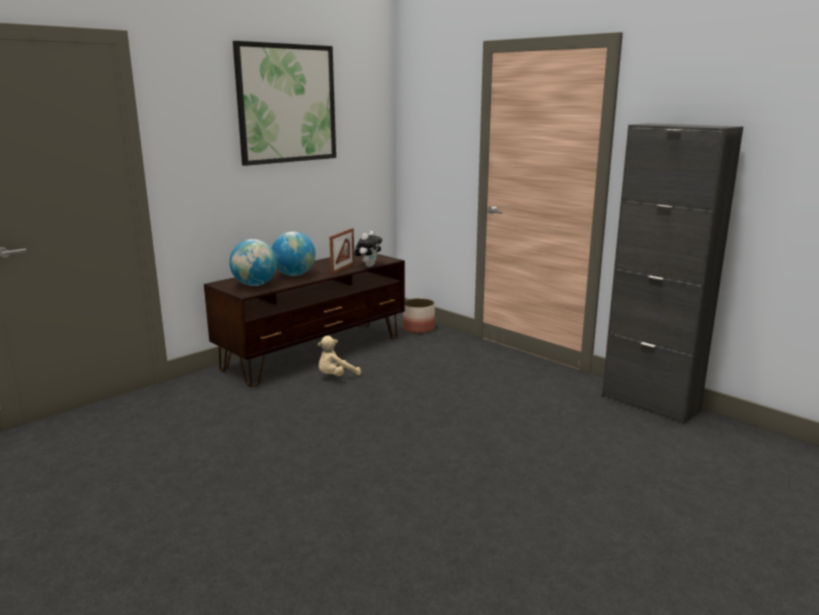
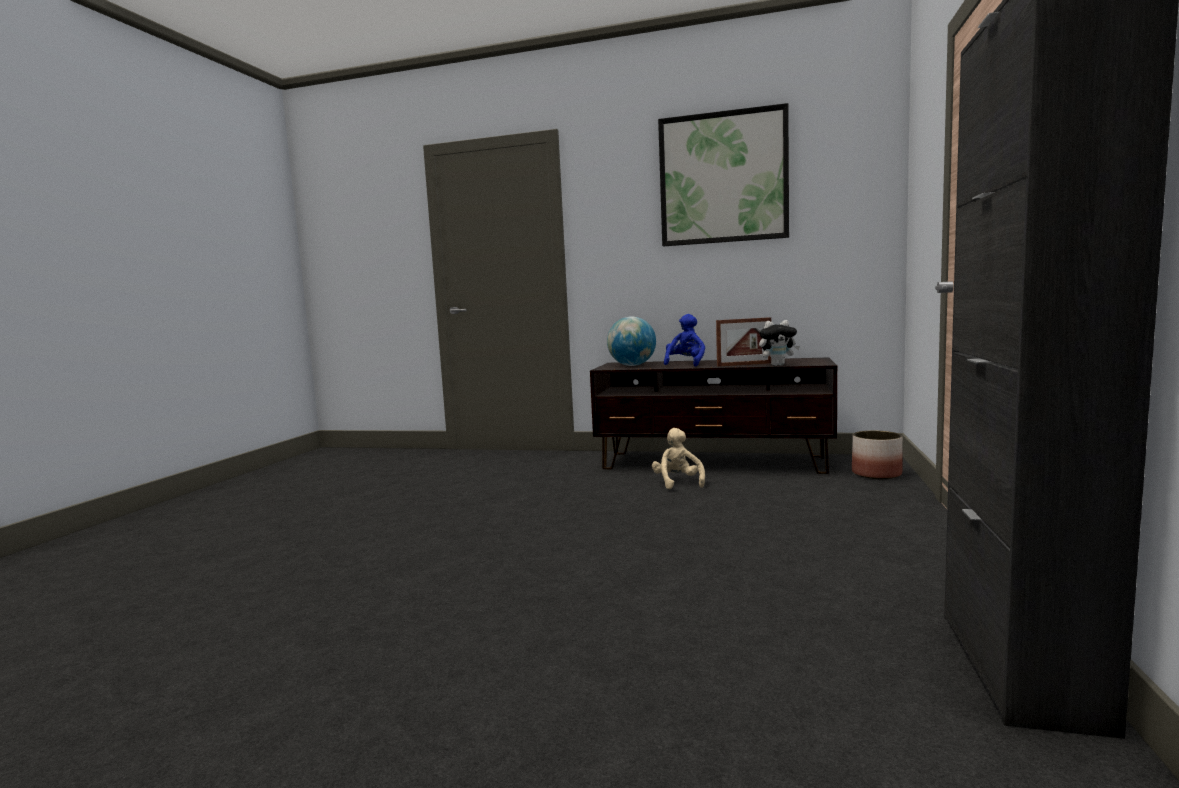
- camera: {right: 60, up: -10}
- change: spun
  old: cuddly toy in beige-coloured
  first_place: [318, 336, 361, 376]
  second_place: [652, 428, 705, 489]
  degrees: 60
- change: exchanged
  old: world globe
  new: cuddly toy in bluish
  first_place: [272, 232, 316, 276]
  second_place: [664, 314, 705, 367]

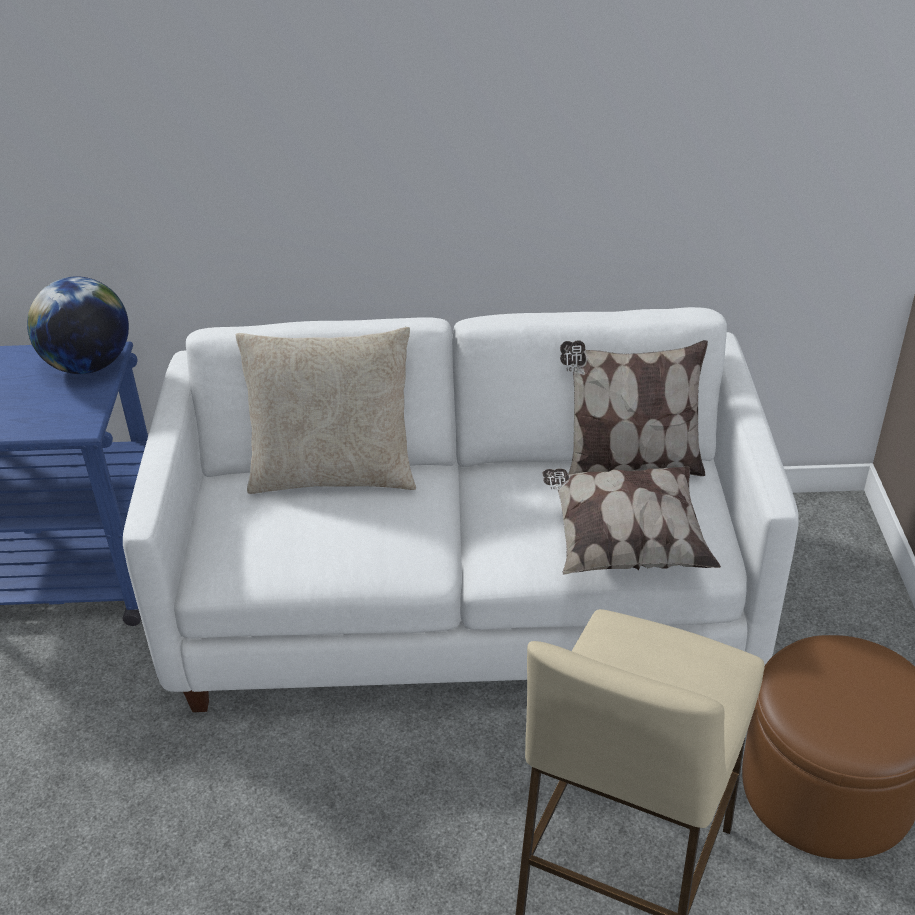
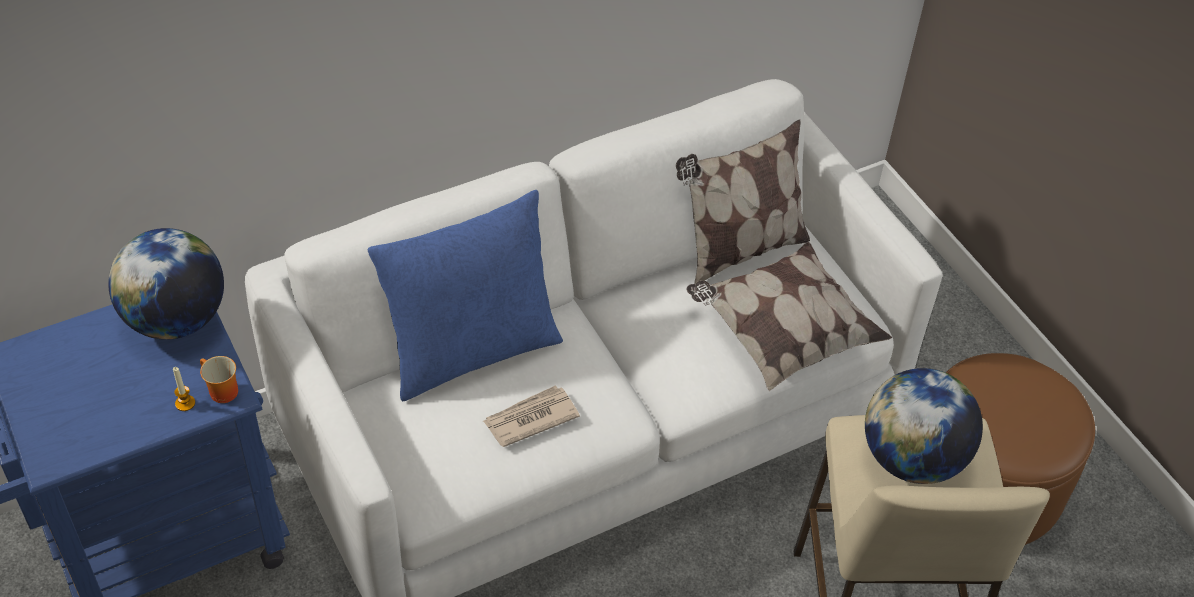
- camera: {right: -30, up: 10}
- change: appeared
  new: wax light
  second_place: [173, 367, 195, 411]
- change: appeared
  new: mug
  second_place: [200, 356, 238, 403]
- change: colour
  old: pillow in beige-coloured
  new: pillow in bluish
  first_place: [236, 327, 416, 494]
  second_place: [368, 190, 563, 401]
- change: appeared
  new: daily paper
  second_place: [483, 385, 580, 447]
- change: appeared
  new: world globe
  second_place: [865, 368, 983, 484]

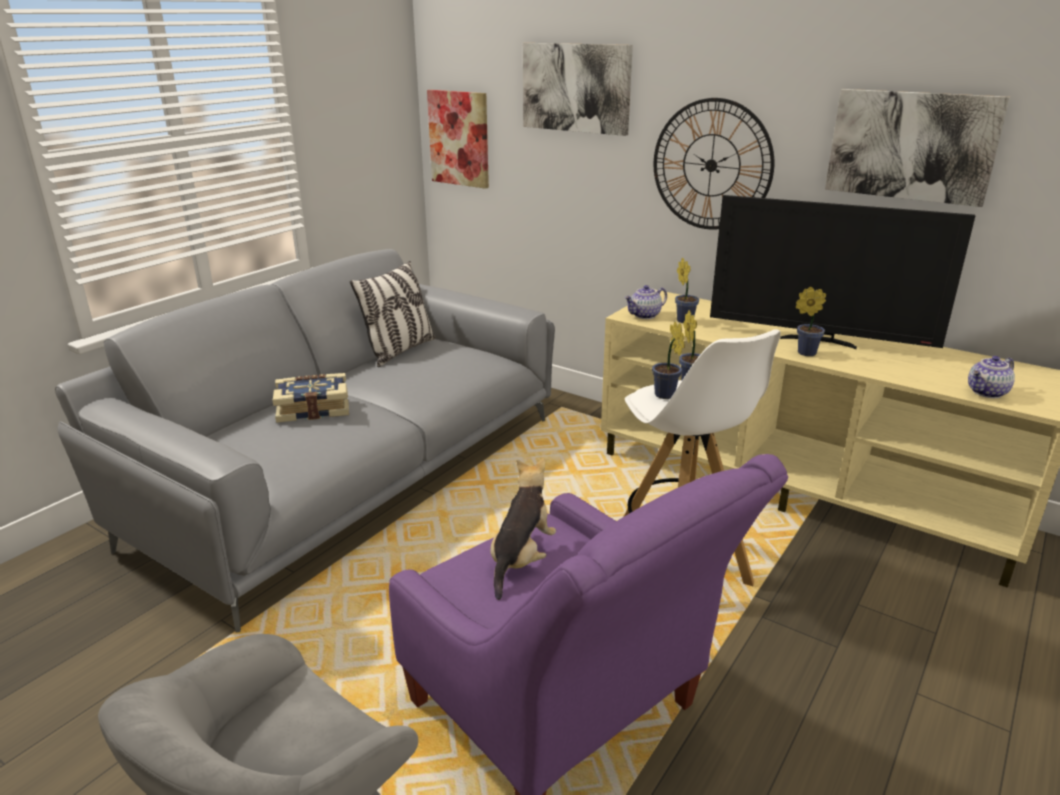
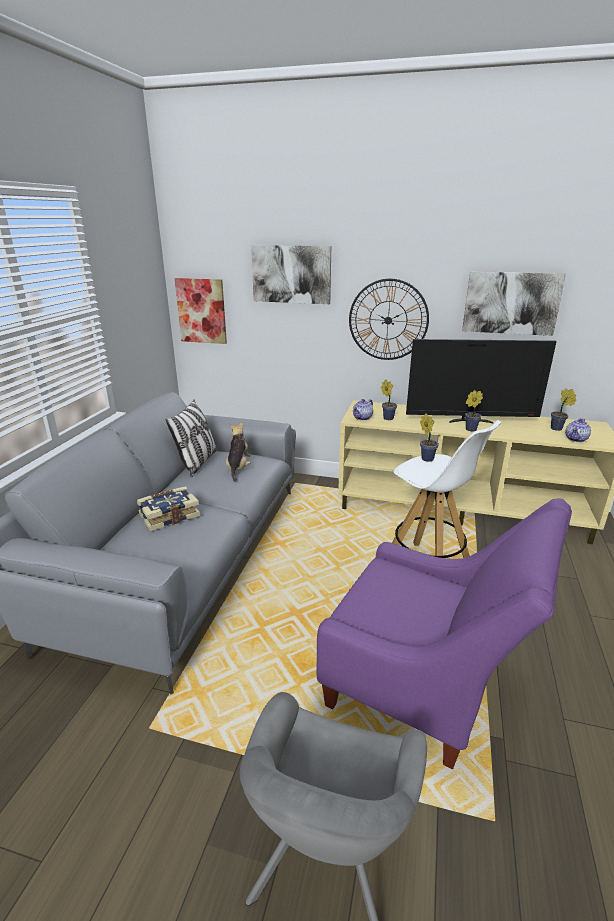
- camera: {right: -20, up: 0}
- change: relocated
  old: cuddly toy
  first_place: [490, 458, 556, 600]
  second_place: [226, 422, 251, 482]
- change: relocated
  old: plant in a pot
  first_place: [652, 322, 685, 399]
  second_place: [551, 389, 577, 431]

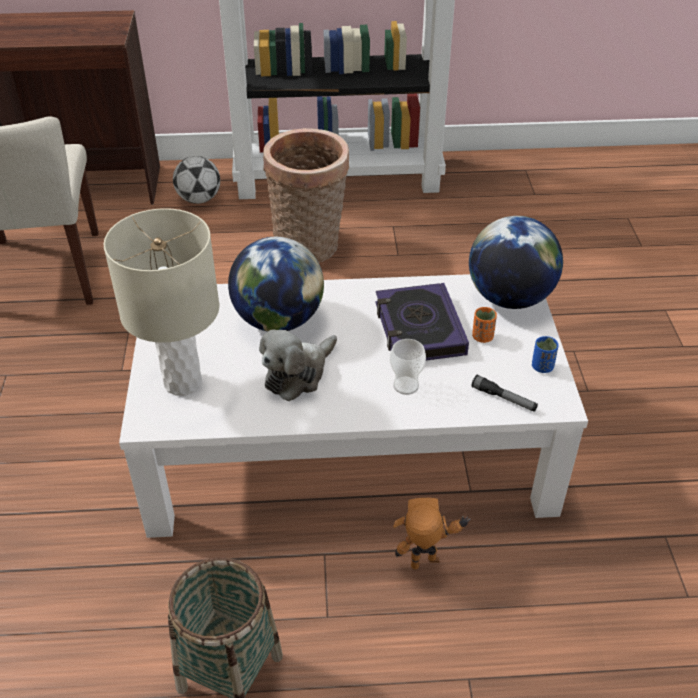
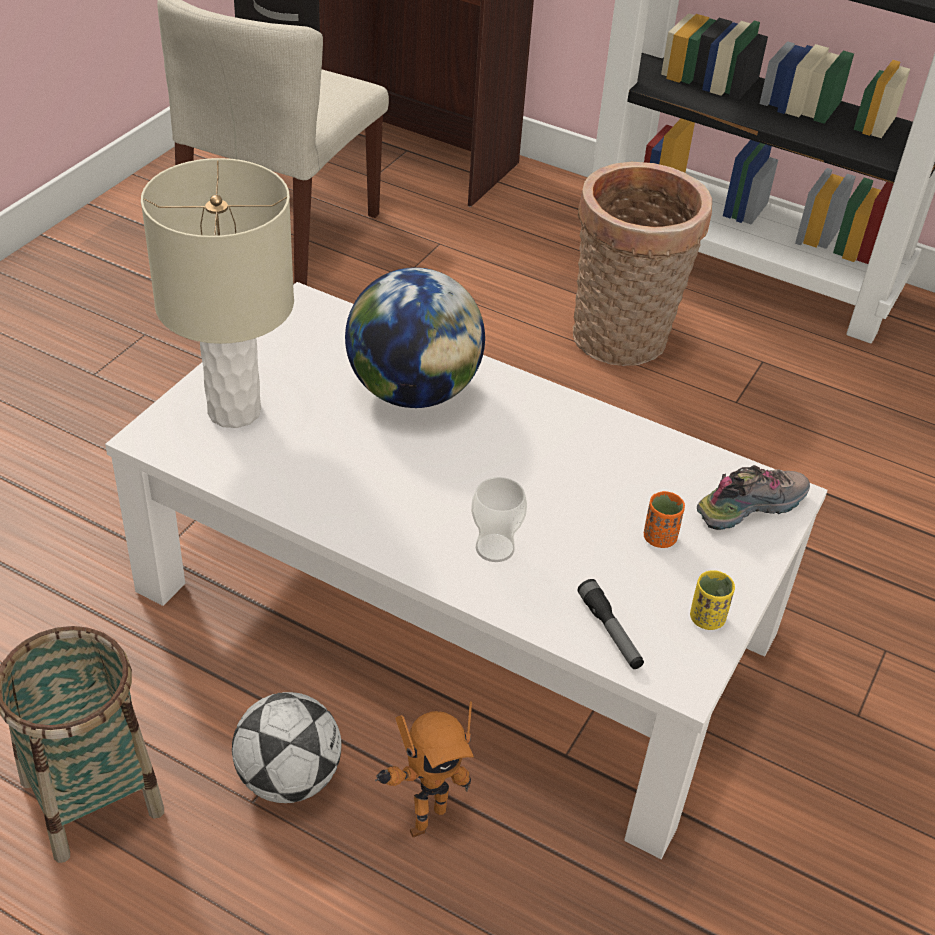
- camera: {right: 30, up: 0}
- change: relocated
  old: football
  first_place: [173, 156, 220, 204]
  second_place: [232, 692, 341, 803]
- change: spun
  old: model robot
  first_place: [393, 498, 470, 569]
  second_place: [375, 701, 474, 837]
  degrees: 120
- change: colour
  old: cup in bluish
  new: cup in yellowish
  first_place: [532, 336, 559, 373]
  second_place: [690, 570, 735, 630]
- change: exchanged
  old: world globe
  new: low shoe
  first_place: [469, 216, 563, 309]
  second_place: [697, 465, 810, 530]
- change: missing
  old: cuddly toy
  first_place: [259, 330, 337, 401]
- change: missing
  old: book
  first_place: [375, 283, 469, 361]

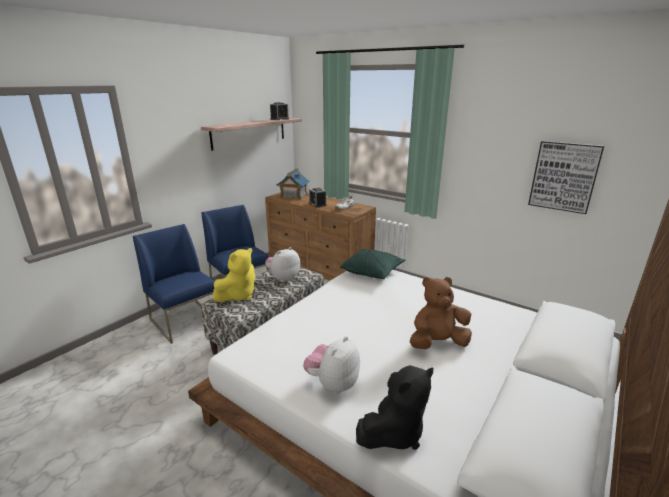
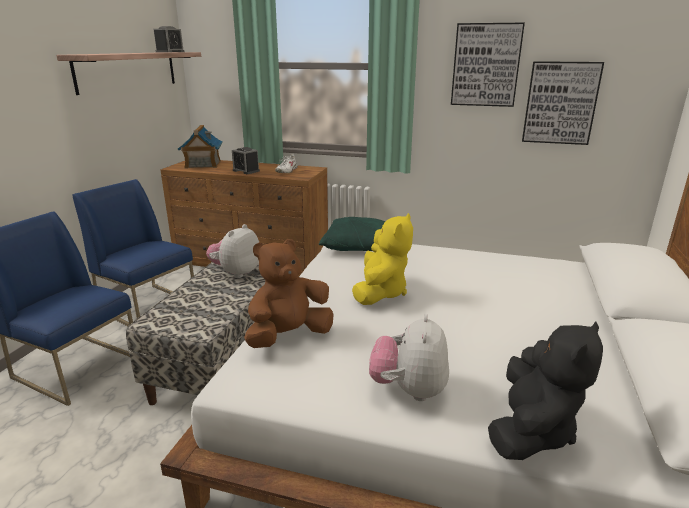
- camera: {right: -20, up: 0}
- change: relocated
  old: cuddly toy in brown-coloured
  first_place: [410, 277, 472, 349]
  second_place: [244, 239, 333, 348]
- change: relocated
  old: cuddly toy in yellowish
  first_place: [213, 248, 255, 302]
  second_place: [352, 213, 413, 305]
- change: appeared
  new: wall art
  second_place: [451, 23, 525, 107]

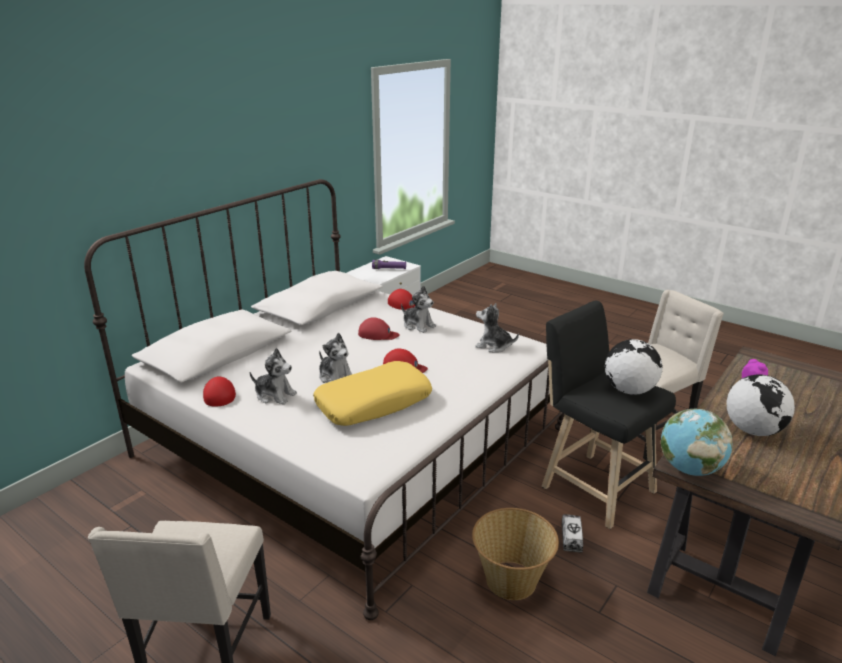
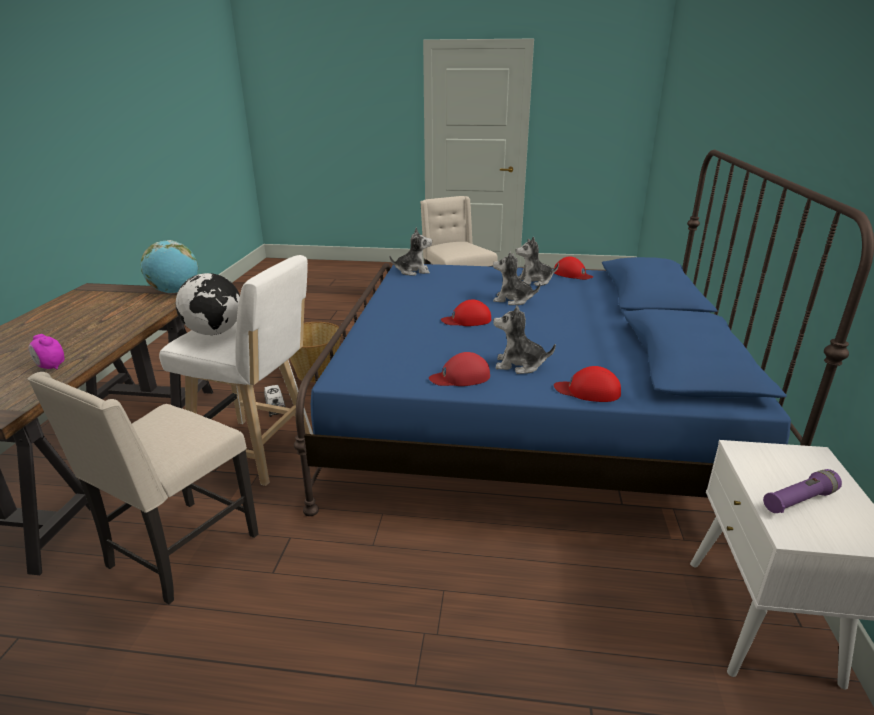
- camera: {right: 150, up: 0}
- change: colour
  old: stool in blackish
  new: stool in white-coloured
  first_place: [542, 301, 676, 529]
  second_place: [159, 255, 313, 486]
- change: colour
  old: sleeping bed in white-coloured
  new: sleeping bed in bluish
  first_place: [84, 179, 564, 620]
  second_place: [294, 150, 874, 516]
- change: relocated
  old: cuddly toy
  first_place: [475, 303, 519, 353]
  second_place: [390, 227, 432, 276]
- change: relocated
  old: baseball cap in red
  first_place: [358, 317, 400, 340]
  second_place: [429, 352, 490, 386]
- change: missing
  old: pillow in yellowish
  first_place: [313, 361, 432, 426]
- change: missing
  old: world globe
  first_place: [727, 374, 795, 436]

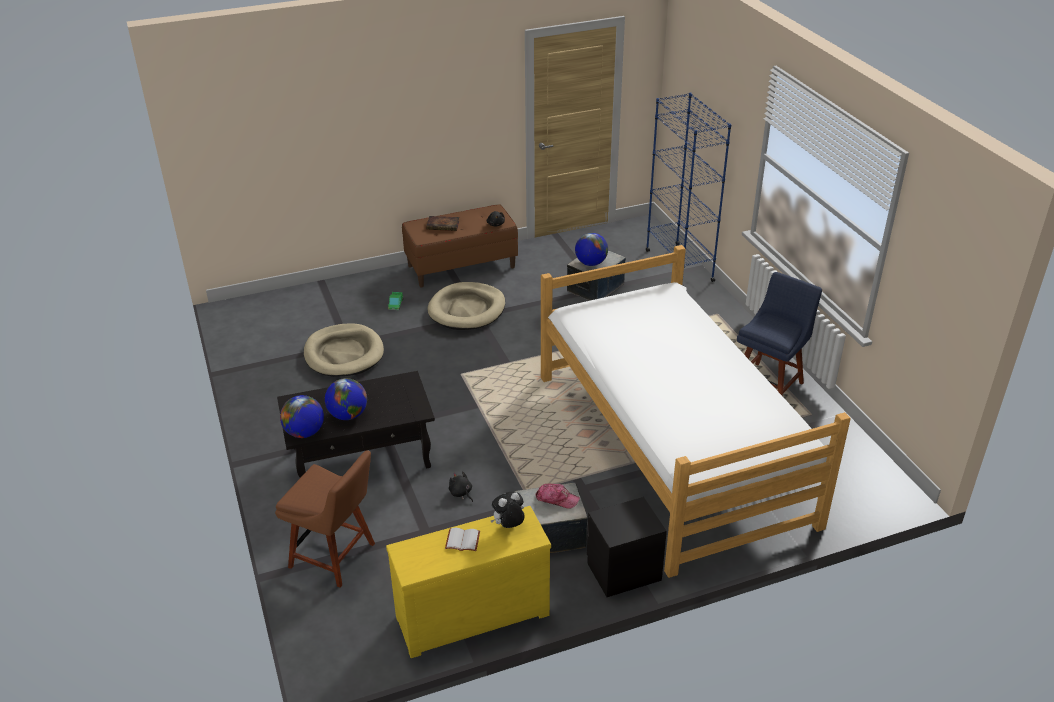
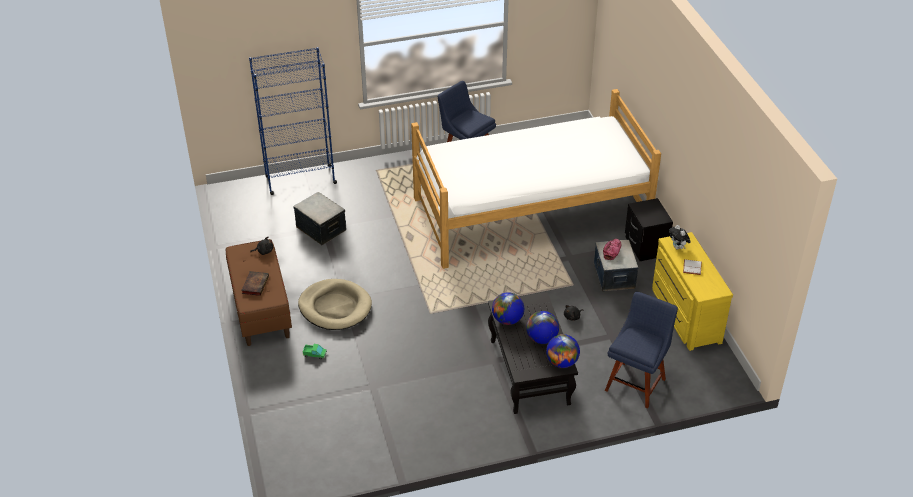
- camera: {right: -85, up: 5}
- change: relocated
  old: world globe
  first_place: [575, 233, 608, 266]
  second_place: [492, 292, 524, 325]
- change: colour
  old: upright chair in brown-coloured
  new: upright chair in bluish
  first_place: [275, 450, 375, 588]
  second_place: [605, 292, 678, 409]
- change: missing
  old: dog cushion in beige-coloured
  first_place: [304, 323, 384, 377]

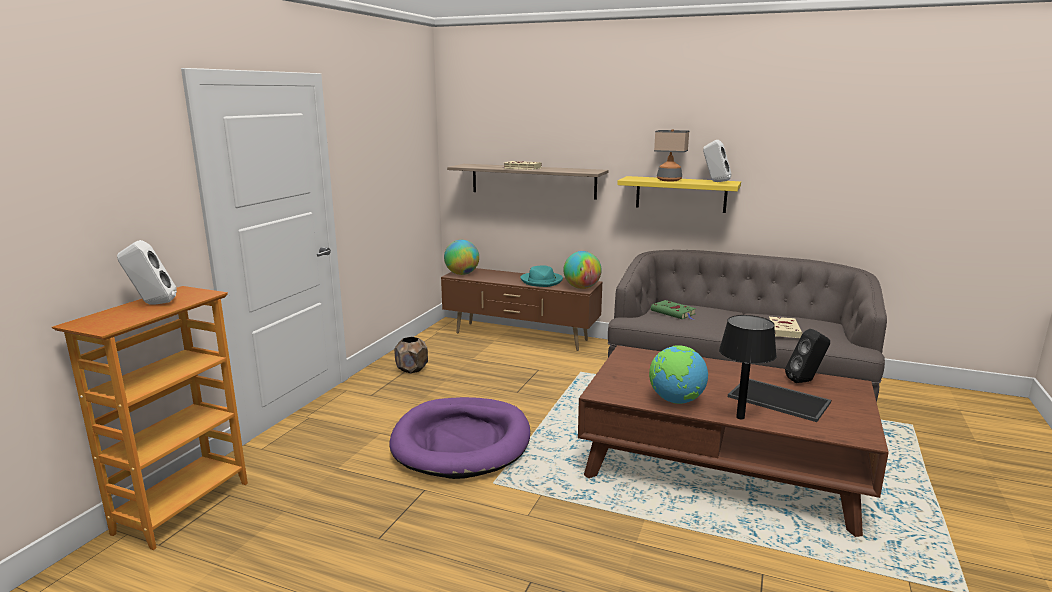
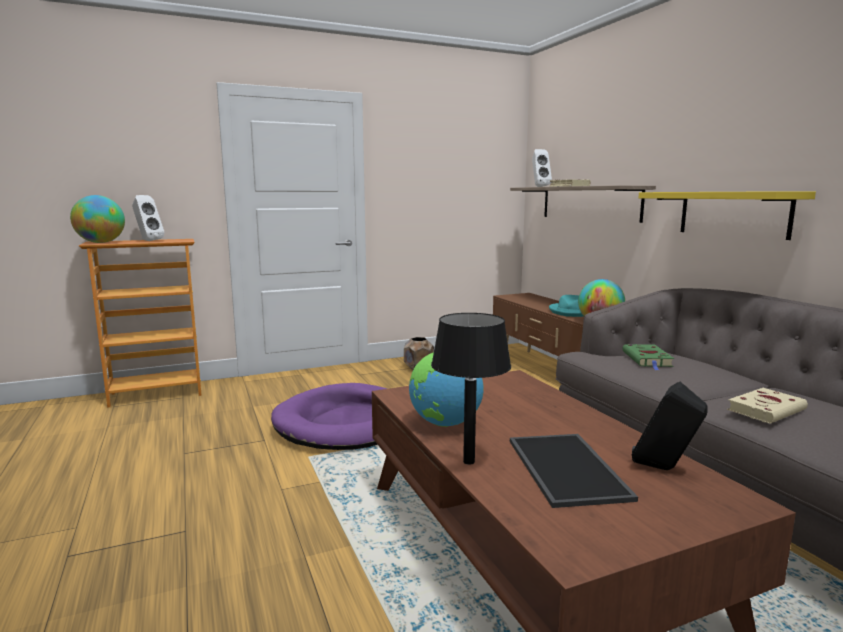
- camera: {right: 45, up: -5}
- change: relocated
  old: world globe
  first_place: [444, 240, 479, 275]
  second_place: [70, 195, 125, 243]
- change: relocated
  old: loudspeaker in white-coloured
  first_place: [703, 140, 732, 182]
  second_place: [532, 149, 552, 187]
- change: missing
  old: tabletop lamp
  first_place: [654, 129, 689, 181]

